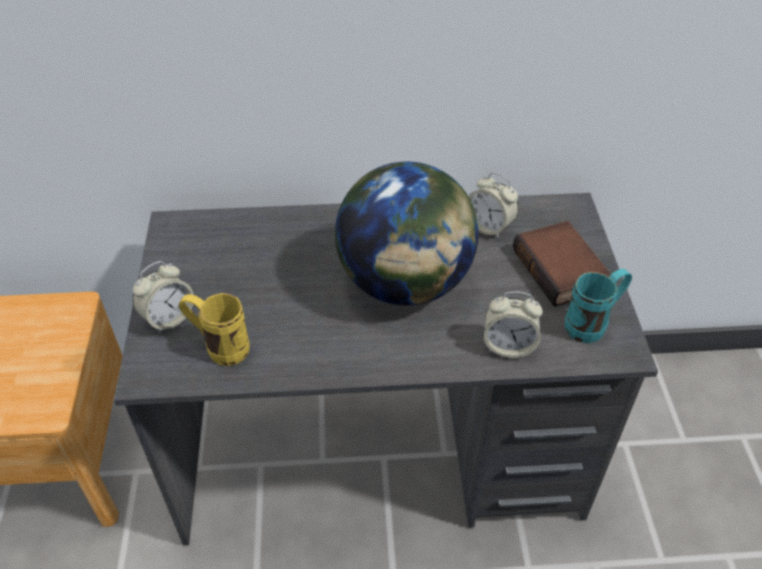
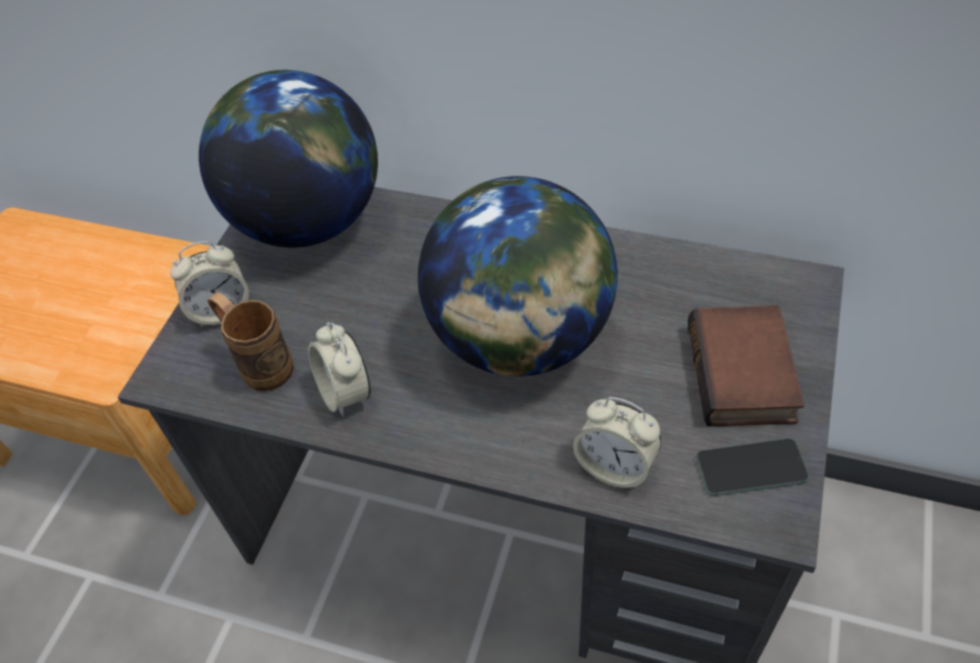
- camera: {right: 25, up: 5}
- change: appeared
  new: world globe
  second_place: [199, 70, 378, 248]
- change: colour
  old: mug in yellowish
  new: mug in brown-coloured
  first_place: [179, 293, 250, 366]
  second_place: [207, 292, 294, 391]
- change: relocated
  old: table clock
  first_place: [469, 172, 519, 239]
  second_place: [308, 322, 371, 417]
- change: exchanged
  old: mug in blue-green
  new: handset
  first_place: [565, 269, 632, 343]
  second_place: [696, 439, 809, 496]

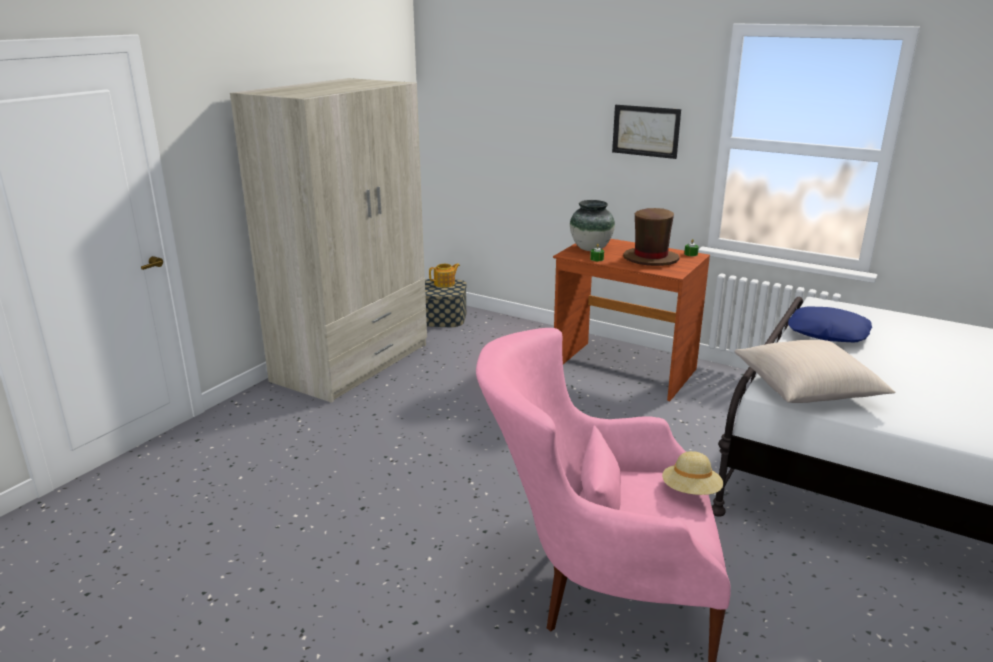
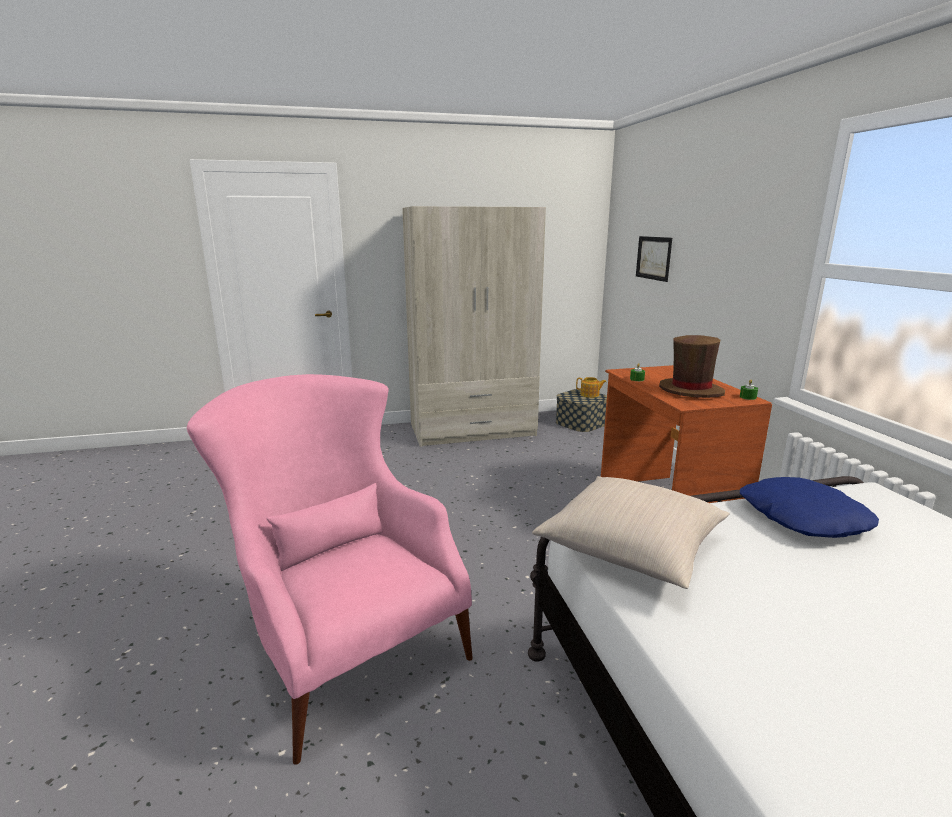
- camera: {right: 45, up: -5}
- change: relocated
  old: wall art
  first_place: [612, 105, 681, 159]
  second_place: [636, 236, 672, 282]
- change: missing
  old: vase
  first_place: [570, 200, 615, 251]
- change: missing
  old: clothing hat in beige-coloured
  first_place: [662, 451, 723, 495]

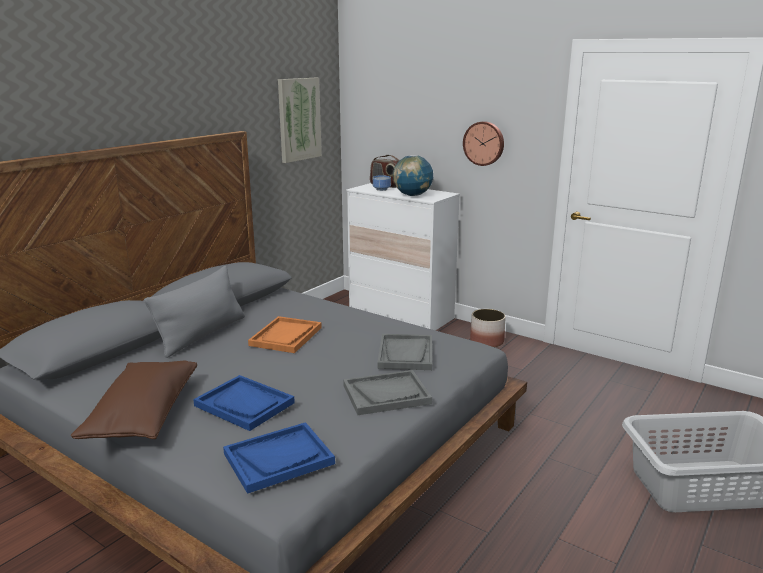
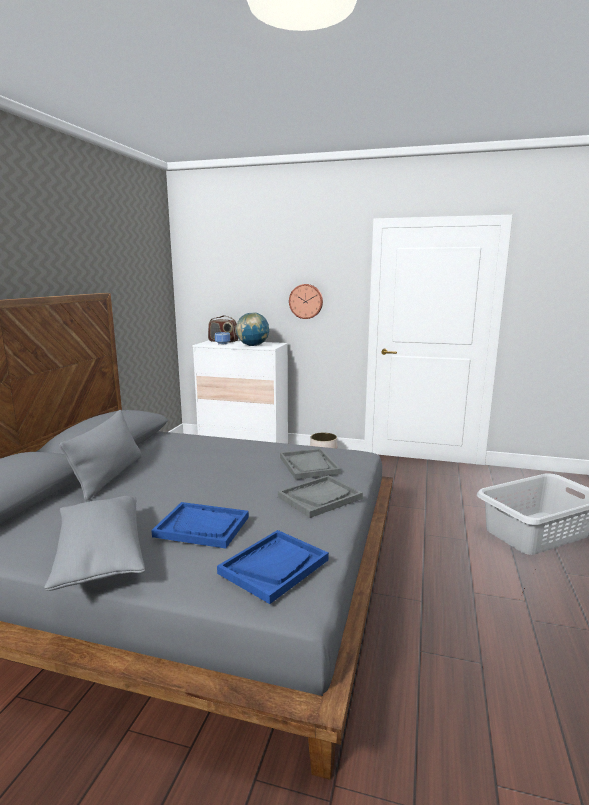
- camera: {right: -20, up: -5}
- change: colour
  old: pillow in brown-coloured
  new: pillow in greyish
  first_place: [71, 360, 197, 439]
  second_place: [44, 496, 145, 591]
- change: missing
  old: serving tray in orange
  first_place: [248, 316, 322, 353]
- change: missing
  old: wall art
  first_place: [278, 78, 322, 163]

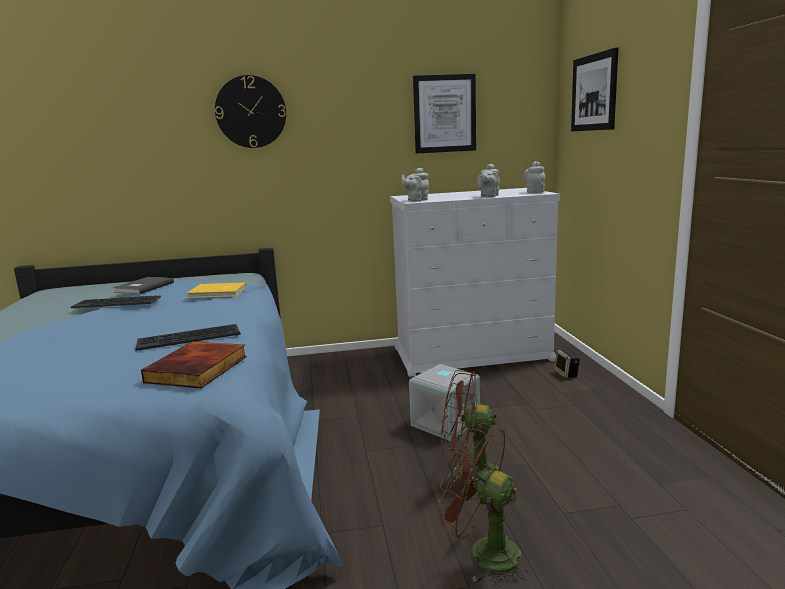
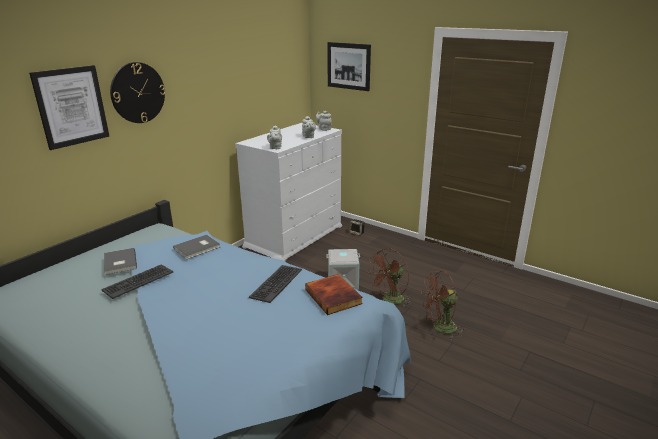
- camera: {right: -45, up: 10}
- change: relocated
  old: wall art
  first_place: [413, 74, 476, 154]
  second_place: [29, 65, 109, 150]
- change: colour
  old: book in yellowish
  new: book in greyish
  first_place: [187, 283, 246, 298]
  second_place: [173, 235, 220, 259]

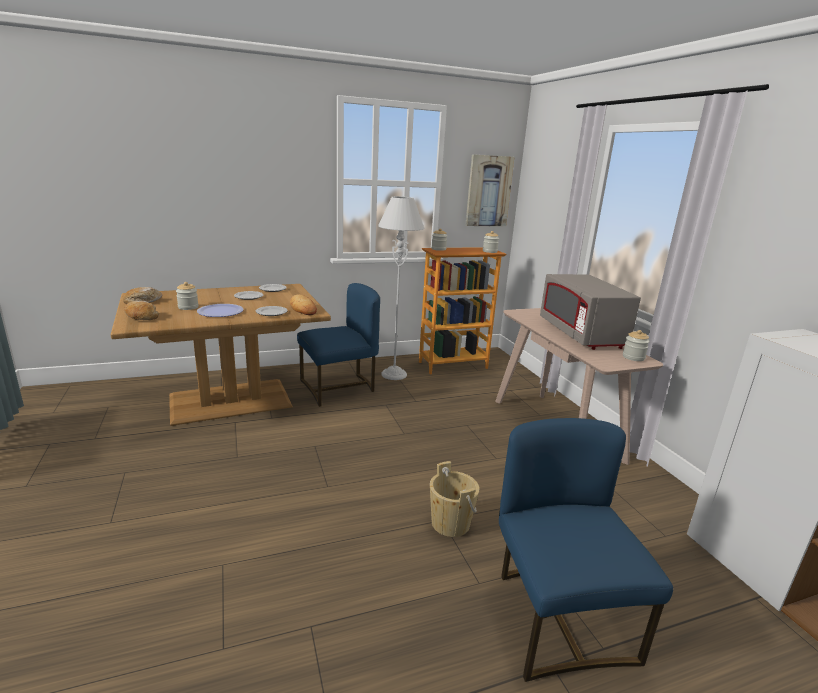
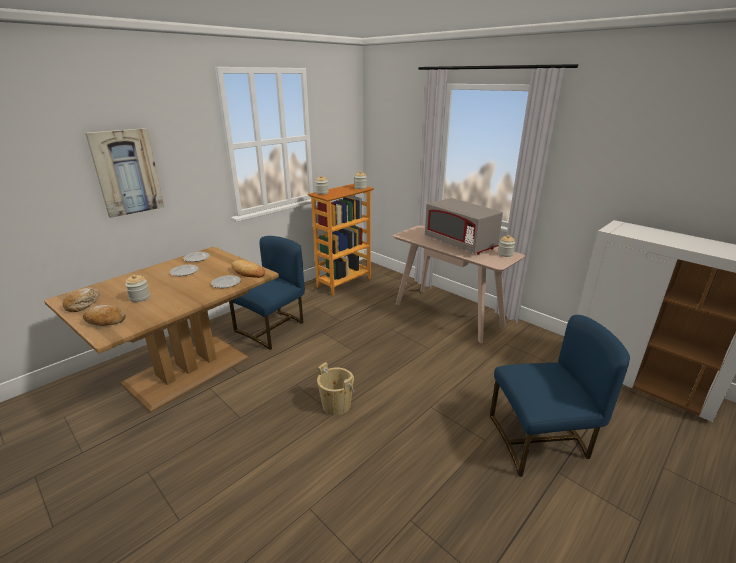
- camera: {right: -25, up: 5}
- change: relocated
  old: wall art
  first_place: [465, 154, 514, 226]
  second_place: [85, 128, 164, 218]
- change: relocated
  old: pail in beige-coloured
  first_place: [430, 461, 480, 537]
  second_place: [317, 362, 354, 415]
- change: spun
  old: upright chair in bluish
  first_place: [499, 418, 673, 682]
  second_place: [490, 315, 630, 477]
  degrees: 120
- change: missing
  old: plate
  first_place: [197, 304, 244, 317]
- change: missing
  old: standard lamp in greyish
  first_place: [378, 196, 424, 380]

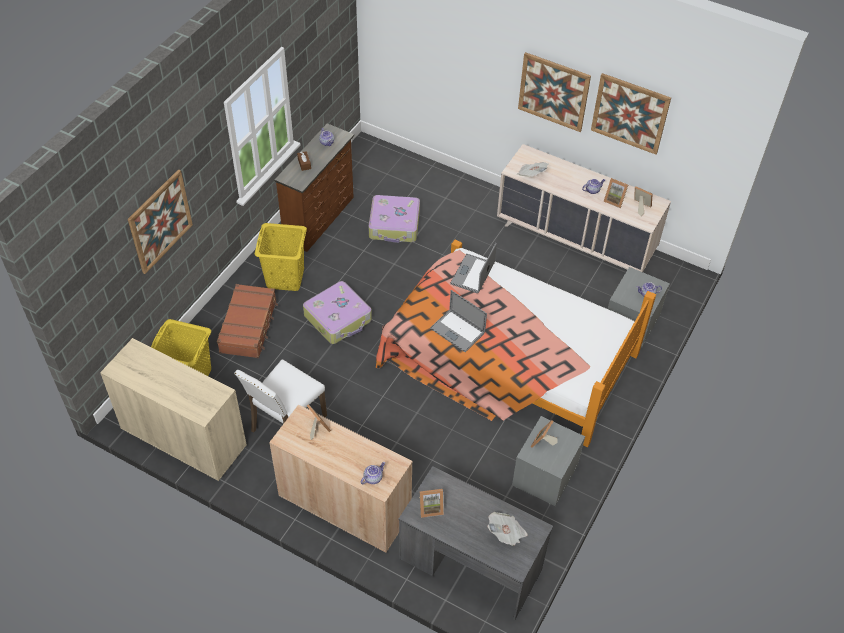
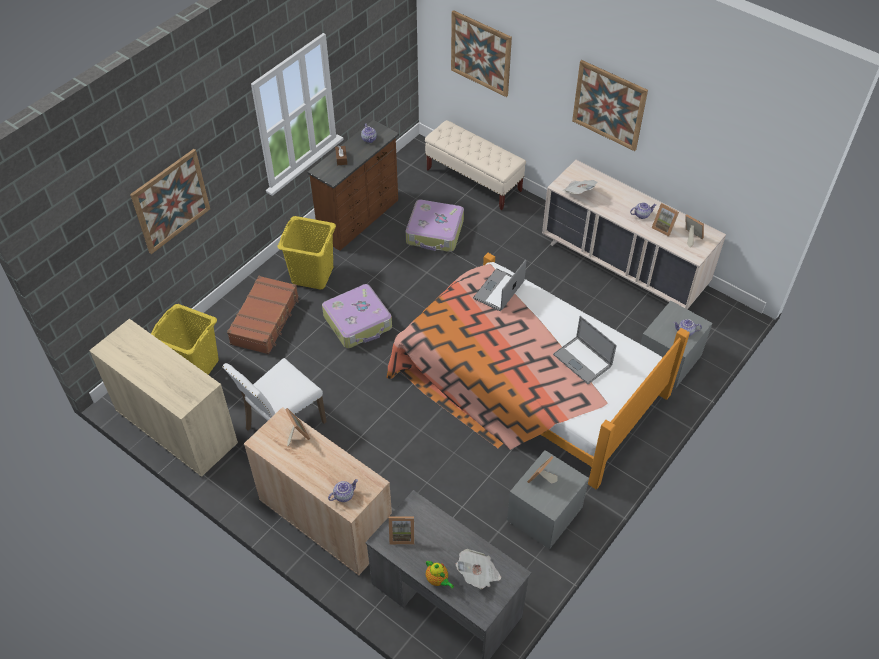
- camera: {right: 10, up: 0}
- change: appeared
  new: bench in beige-coloured
  second_place: [425, 120, 526, 210]
- change: appeared
  new: pot for tea
  second_place: [426, 561, 454, 588]
- change: relocated
  old: wall art
  first_place: [591, 73, 671, 155]
  second_place: [451, 10, 512, 97]
- change: relocated
  old: portable computer
  first_place: [430, 290, 487, 352]
  second_place: [553, 316, 617, 384]

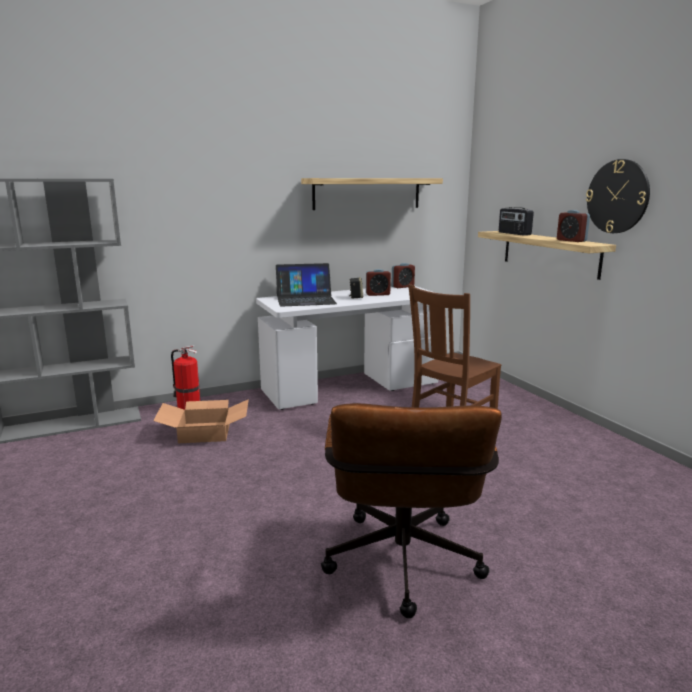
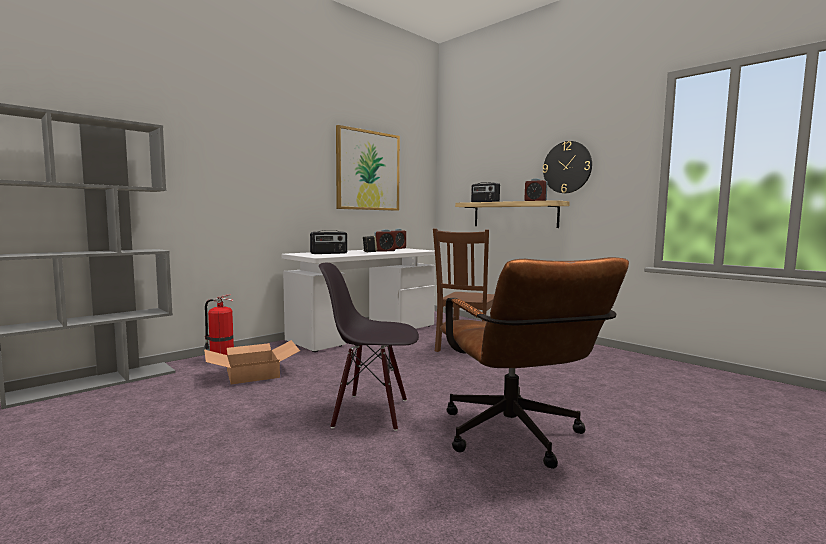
- camera: {right: -20, up: -10}
- change: exchanged
  old: portable computer
  new: radio set
  first_place: [276, 263, 337, 307]
  second_place: [310, 230, 347, 254]
- change: appeared
  new: upright chair in blackish
  second_place: [319, 262, 419, 431]
- change: exchanged
  old: bracket shelf
  new: wall art
  first_place: [301, 178, 443, 210]
  second_place: [336, 125, 400, 211]

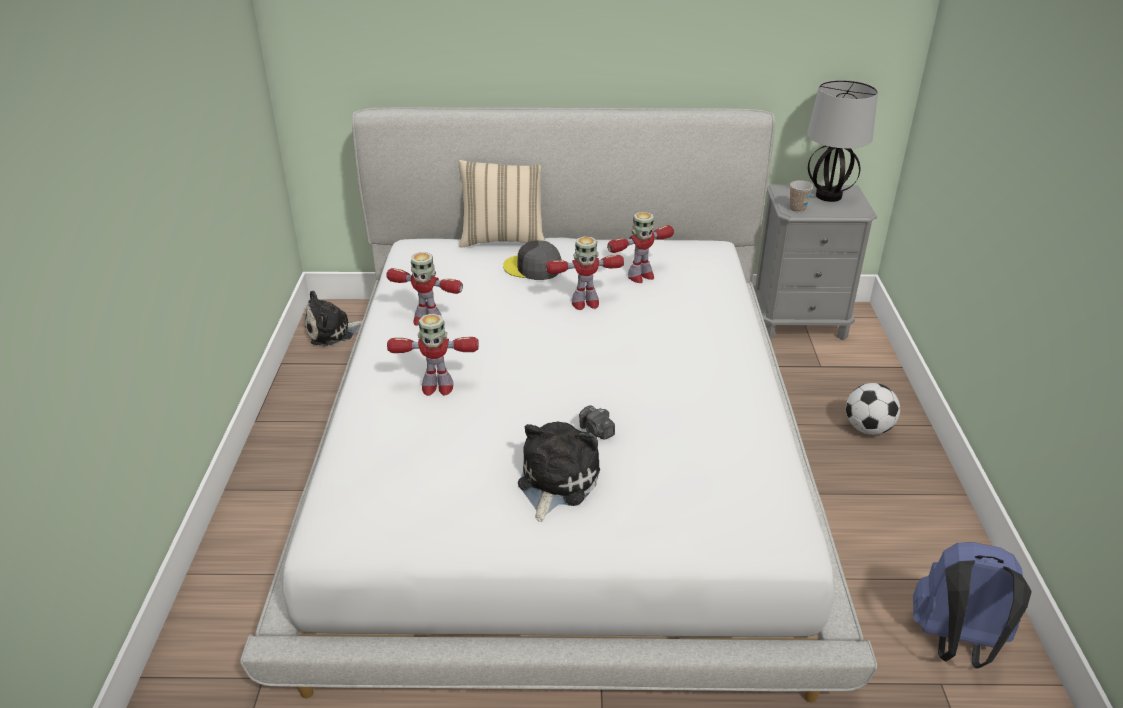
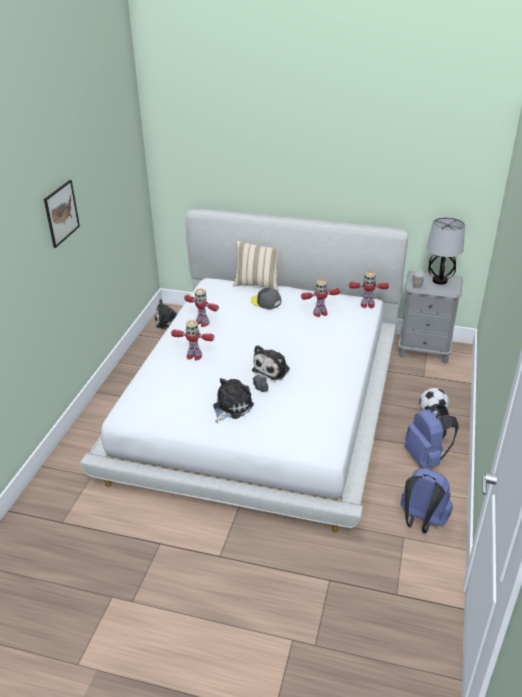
- camera: {right: 15, up: 0}
- change: appeared
  new: wall art
  second_place: [44, 180, 80, 248]
- change: appeared
  new: cuddly toy
  second_place: [252, 345, 290, 380]
- change: relocated
  old: model robot
  first_place: [546, 236, 624, 310]
  second_place: [349, 272, 389, 308]
- change: appeared
  new: knapsack in bluish
  second_place: [404, 404, 459, 468]

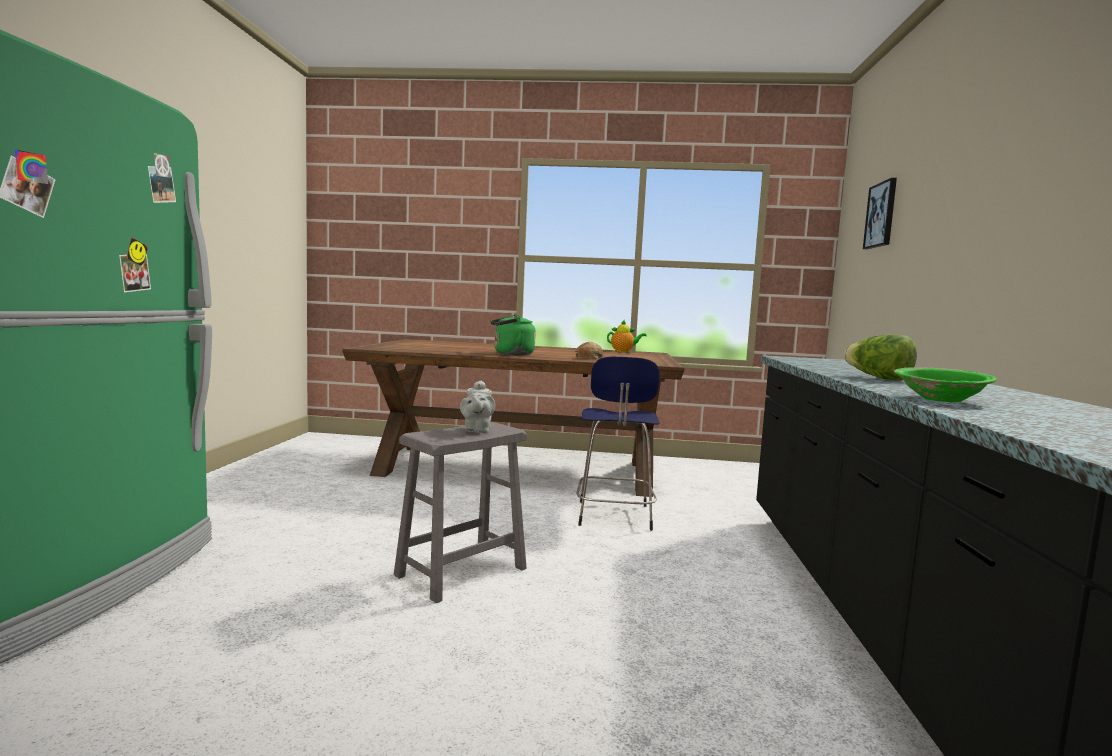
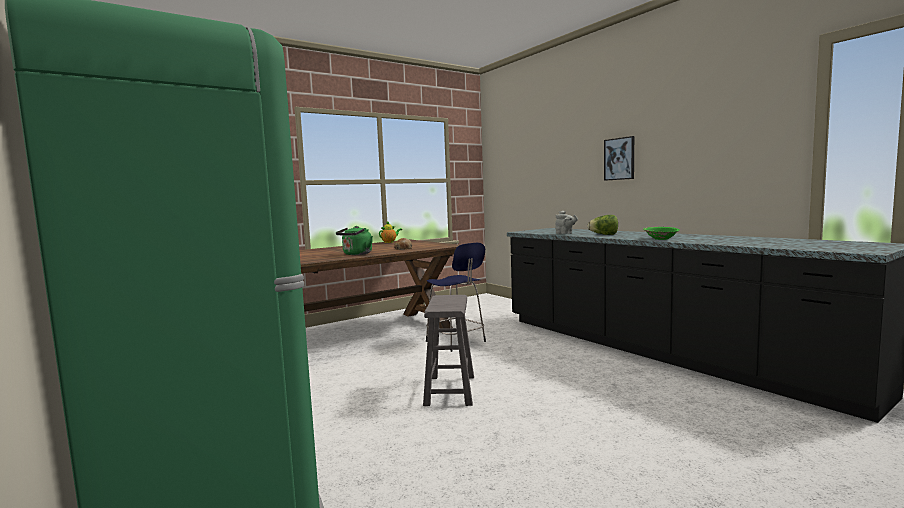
- camera: {right: -40, up: 0}
- change: relocated
  old: pot for tea in greyish
  first_place: [460, 381, 495, 433]
  second_place: [555, 211, 578, 234]
- change: relocated
  old: wall art
  first_place: [863, 178, 897, 249]
  second_place: [604, 136, 634, 181]

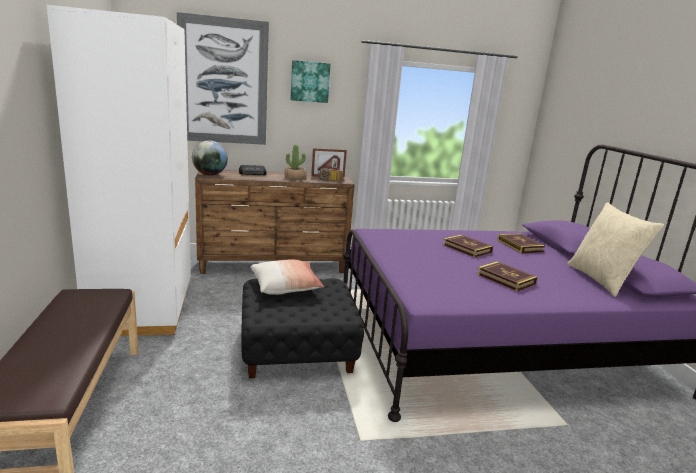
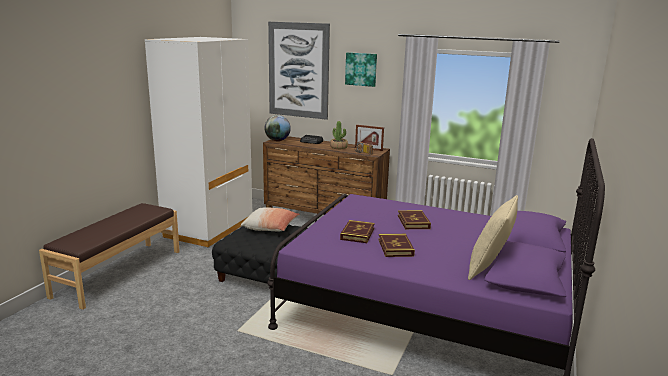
- camera: {right: 35, up: 0}
- change: relocated
  old: book
  first_place: [497, 233, 545, 253]
  second_place: [340, 220, 375, 243]

